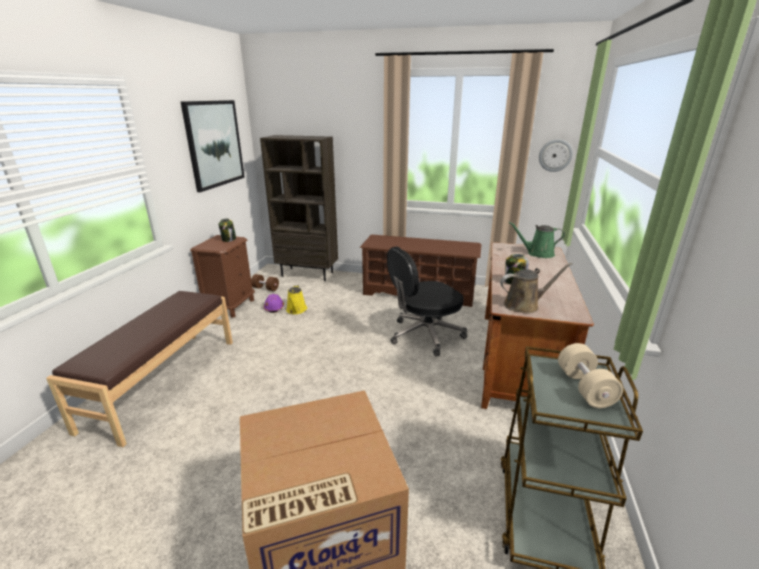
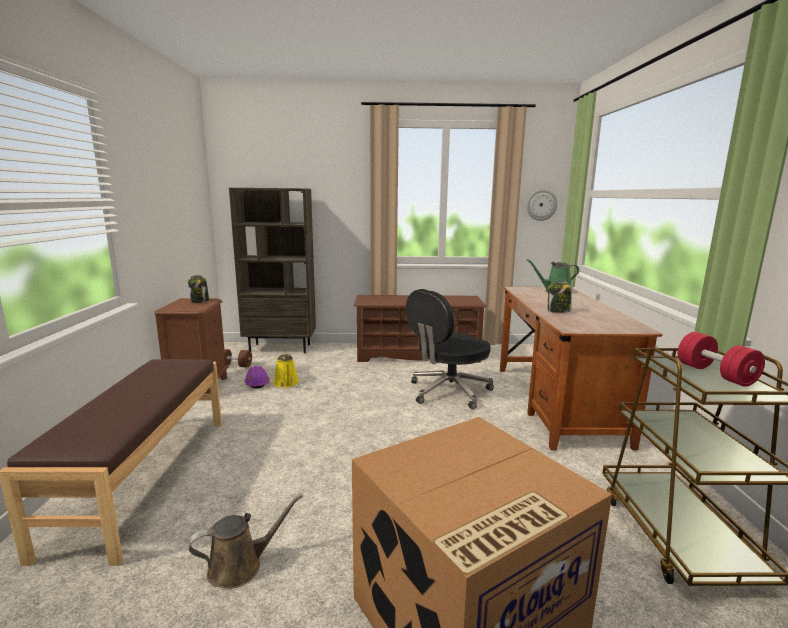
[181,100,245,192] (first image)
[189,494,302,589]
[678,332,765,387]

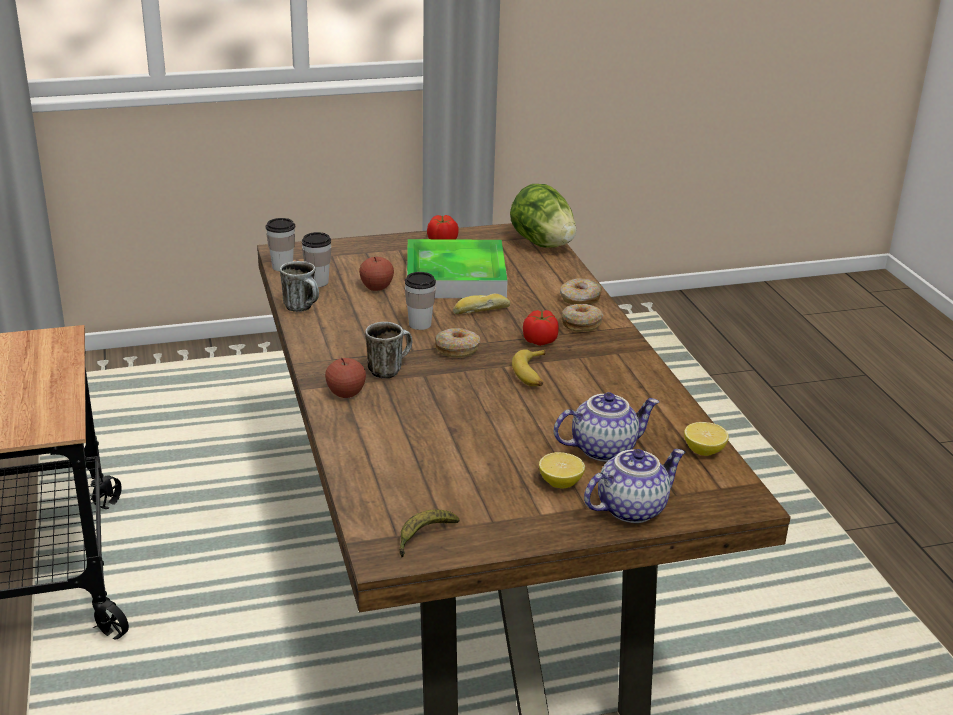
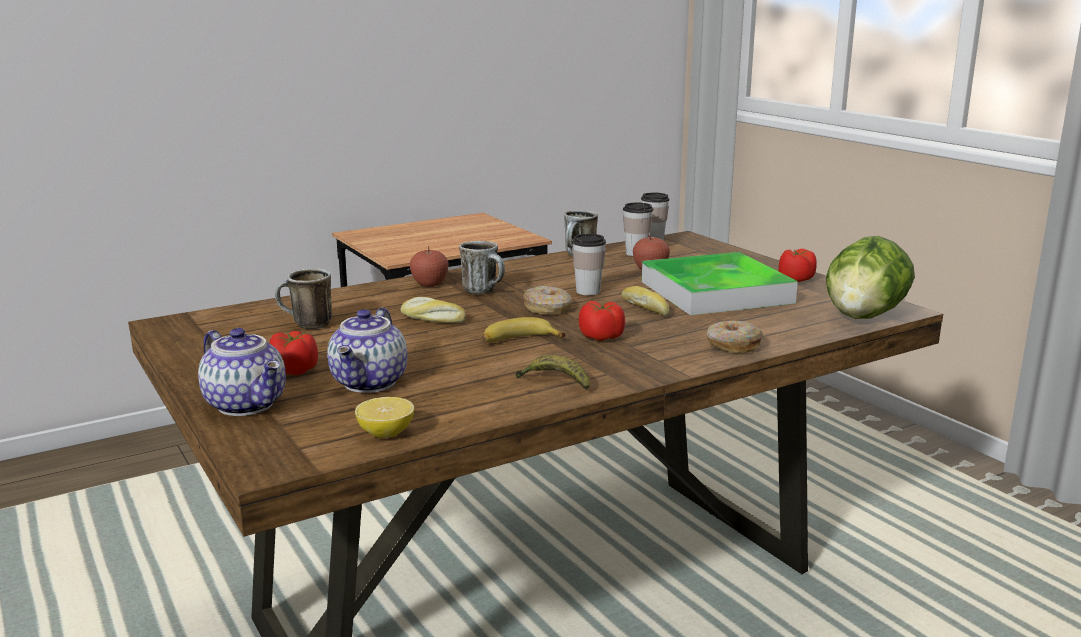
[562,304,604,332] (first image)
[275,268,332,329]
[401,297,465,323]
[515,355,590,390]
[269,331,318,375]
[327,307,407,393]

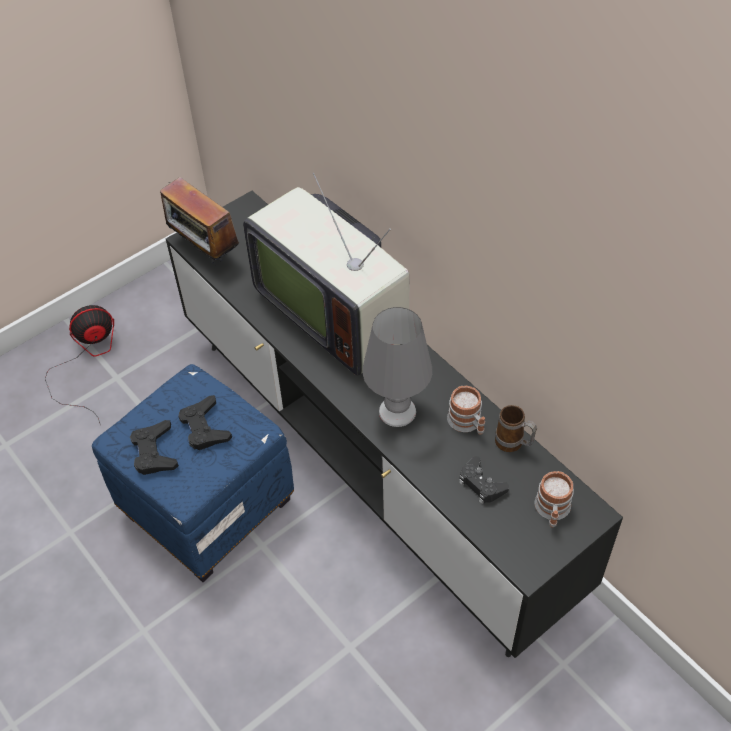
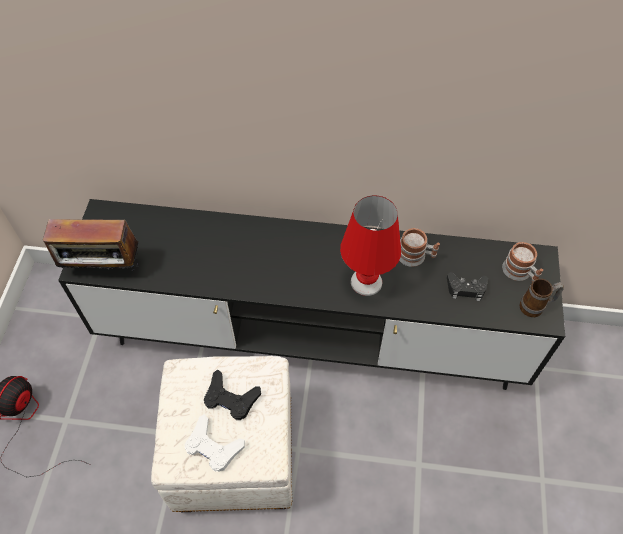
[243,173,409,375] (first image)
[519,279,564,317]
[151,356,292,512]
[185,414,245,472]
[340,195,401,296]

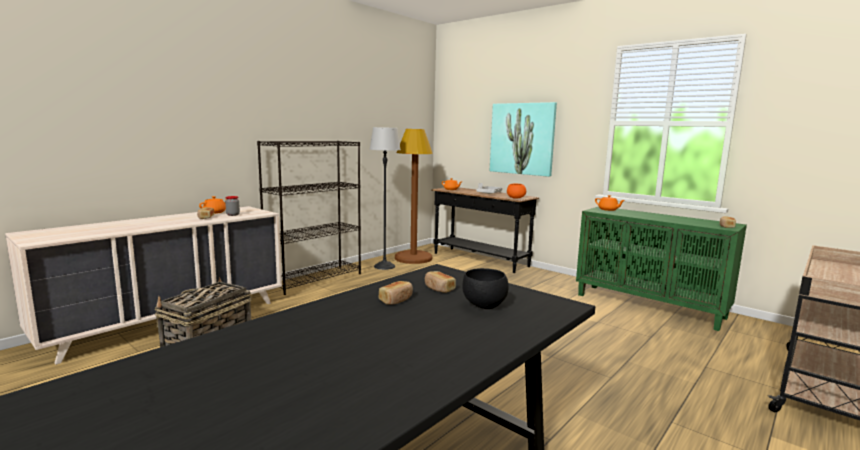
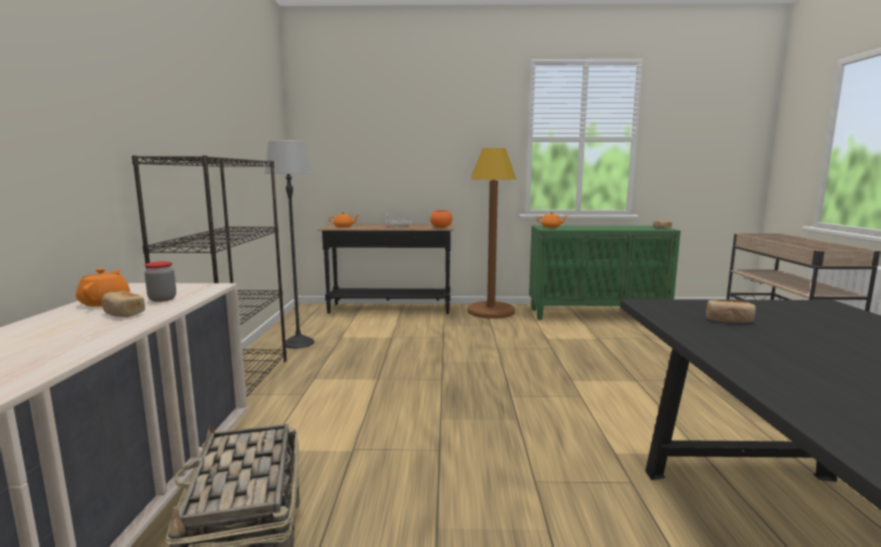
[379,281,413,305] (first image)
[462,268,509,309] (first image)
[490,102,557,177] (first image)
[468,148,516,319]

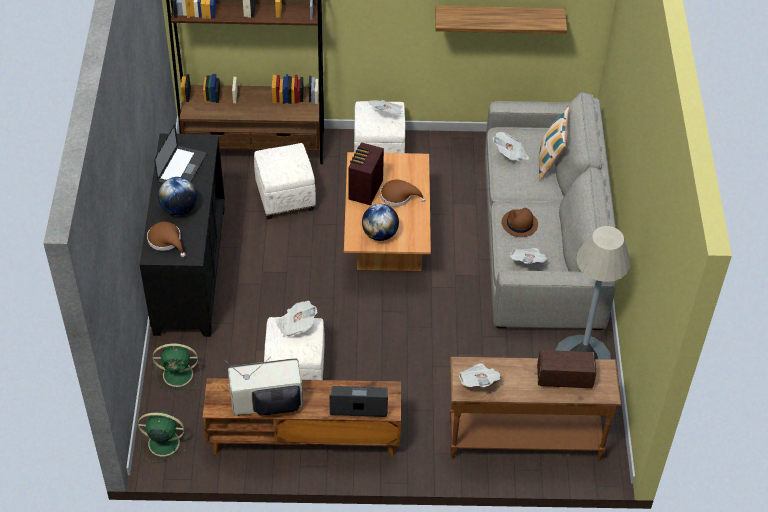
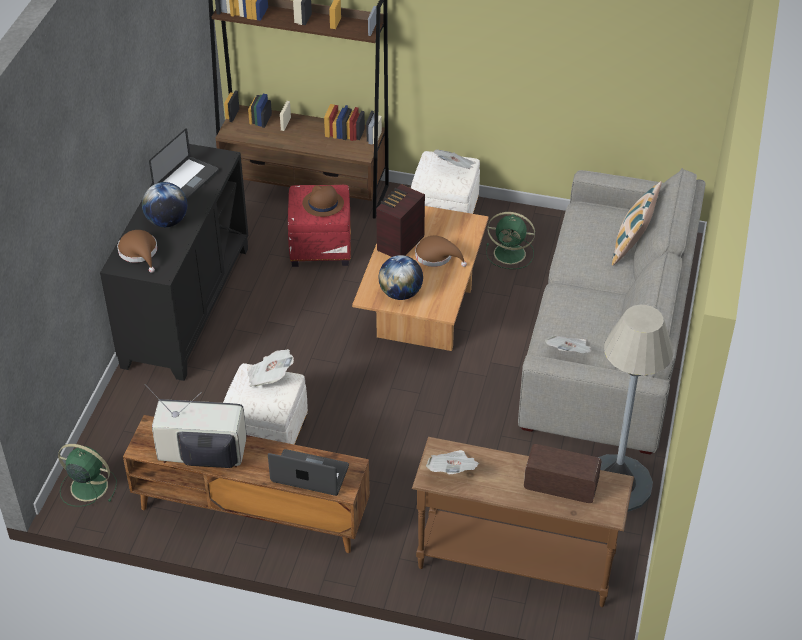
[435,6,567,34] (first image)
[492,132,529,161] (first image)
[486,212,535,269]
[302,185,344,217]
[288,185,351,267]

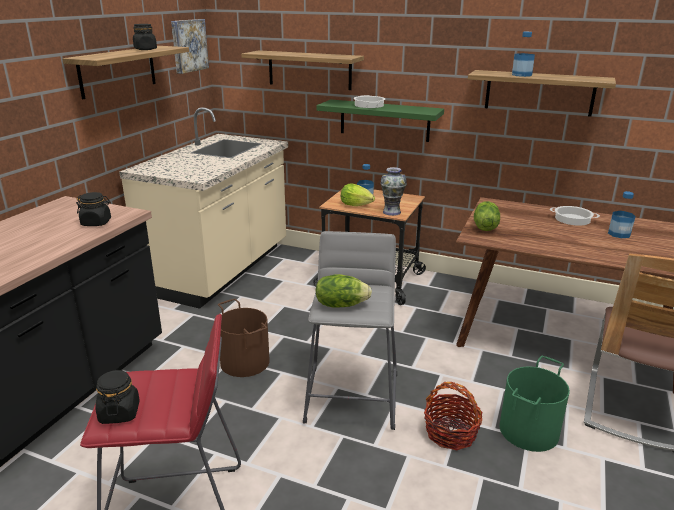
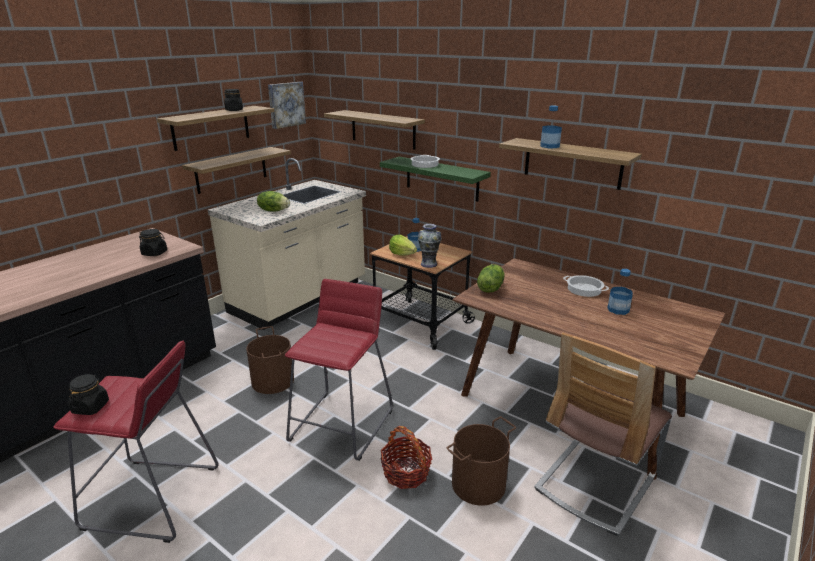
[182,147,291,194]
[257,191,290,211]
[285,279,393,461]
[447,417,516,506]

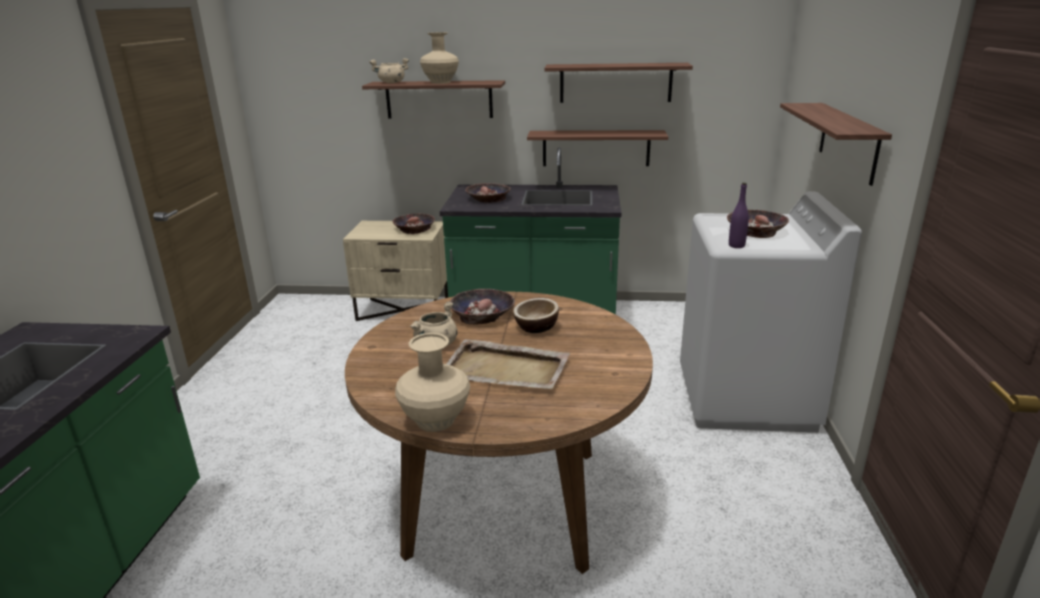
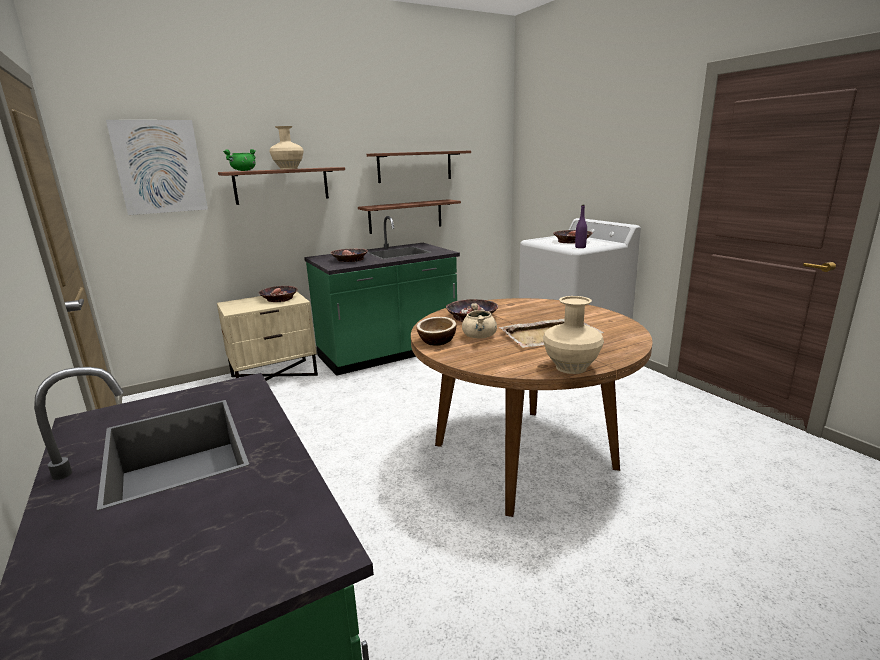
[780,103,892,186] (first image)
[106,120,208,215]
[416,317,456,346]
[223,149,256,171]

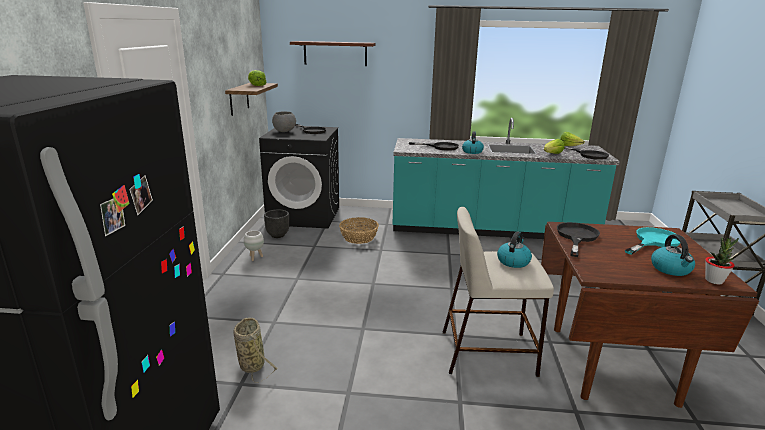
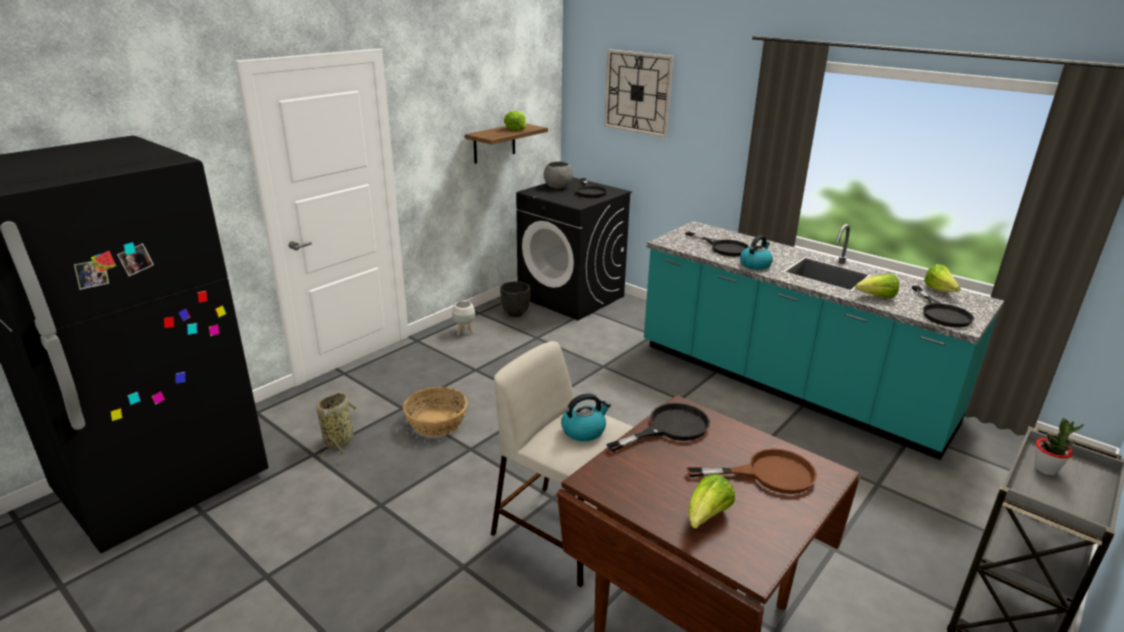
[403,387,468,437]
[1034,418,1084,475]
[604,49,674,138]
[688,474,735,529]
[687,449,817,494]

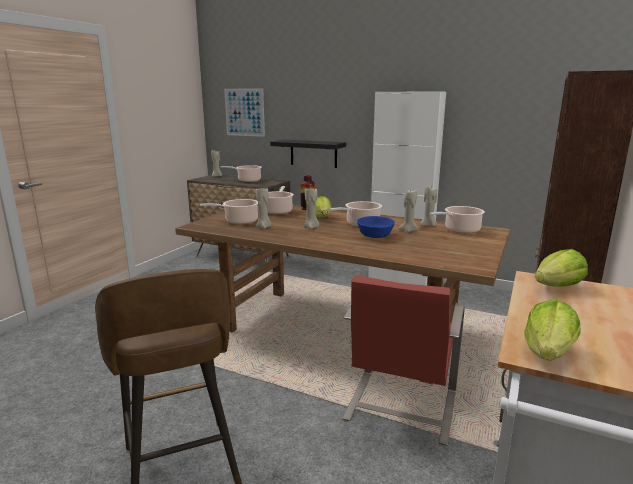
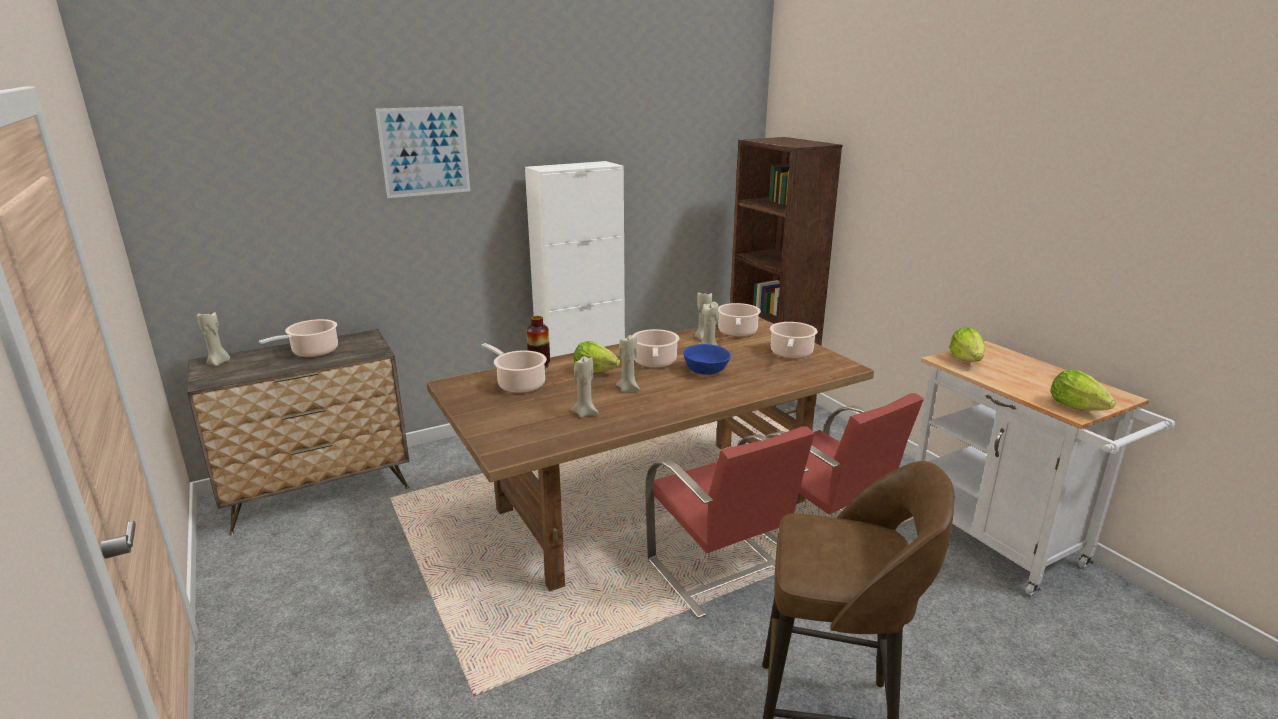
[270,140,346,168] (first image)
[645,426,814,618]
[770,322,818,359]
[376,106,470,198]

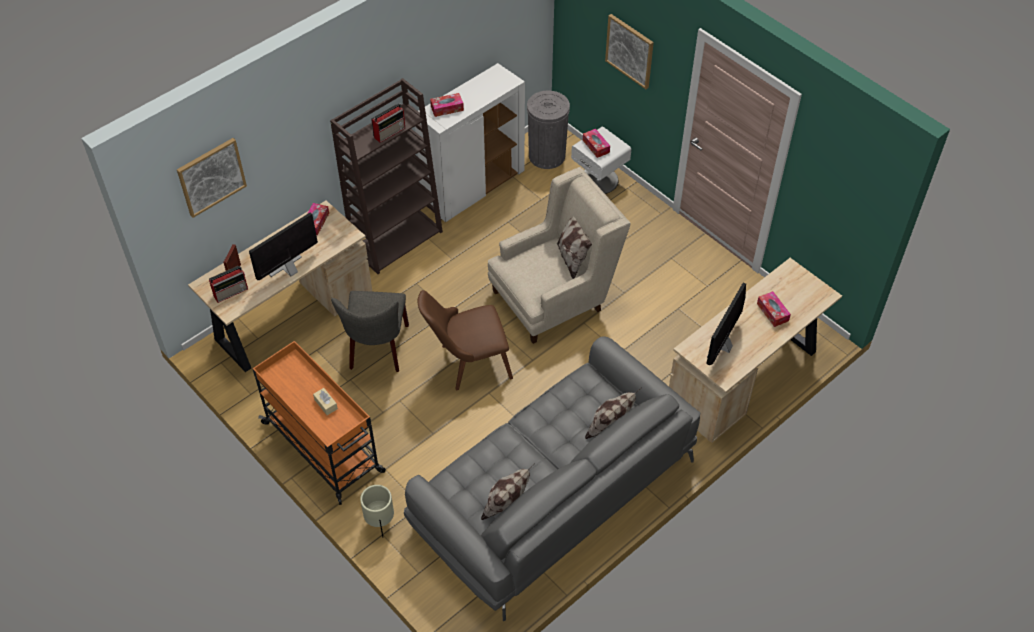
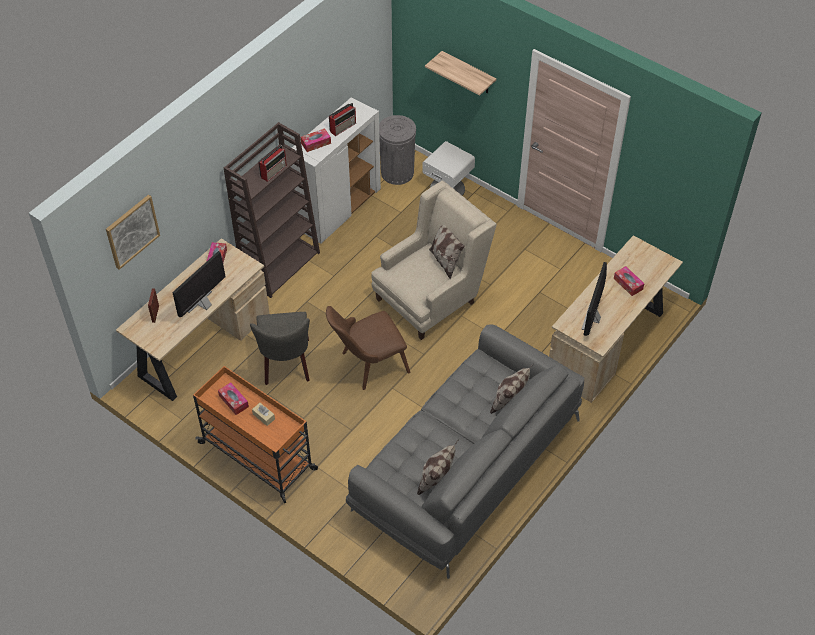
[360,485,394,537] (first image)
[329,103,356,136]
[218,382,249,415]
[425,51,497,96]

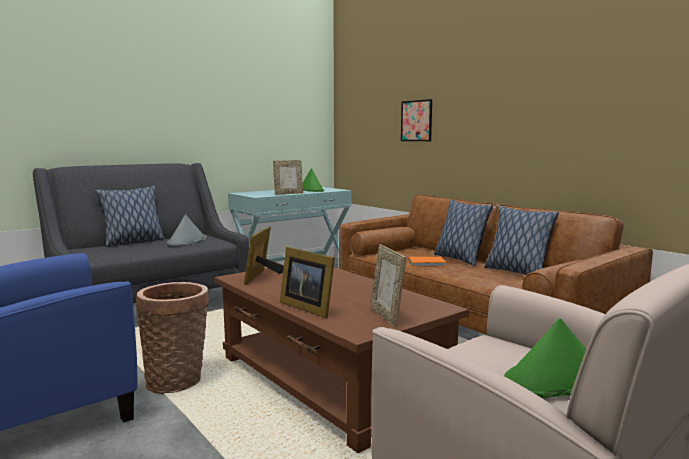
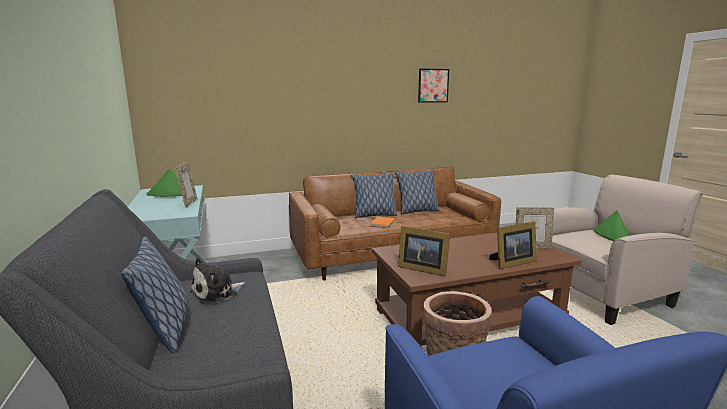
[418,68,449,103]
[190,257,246,304]

